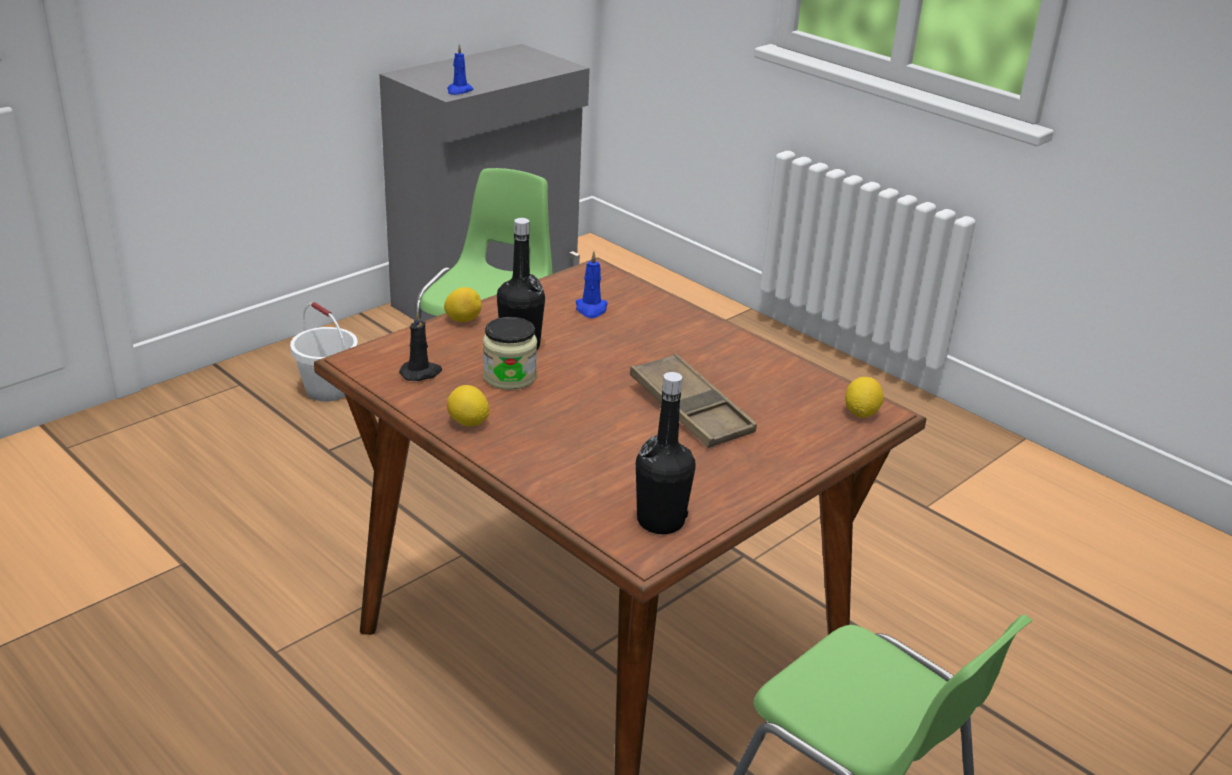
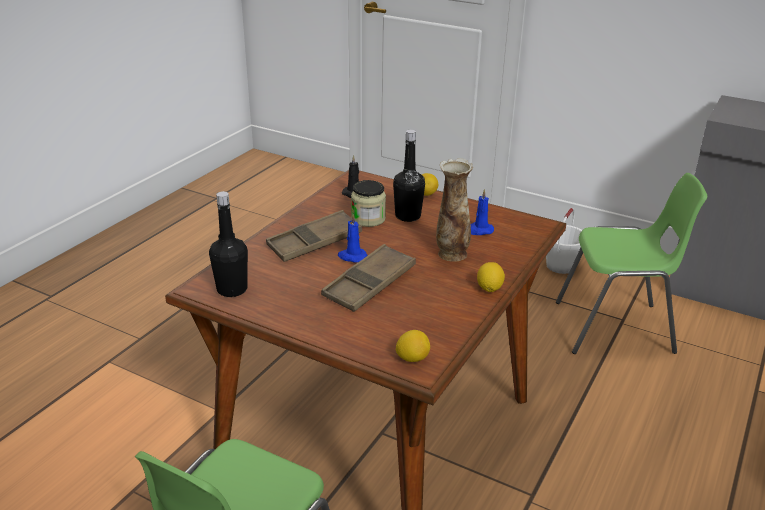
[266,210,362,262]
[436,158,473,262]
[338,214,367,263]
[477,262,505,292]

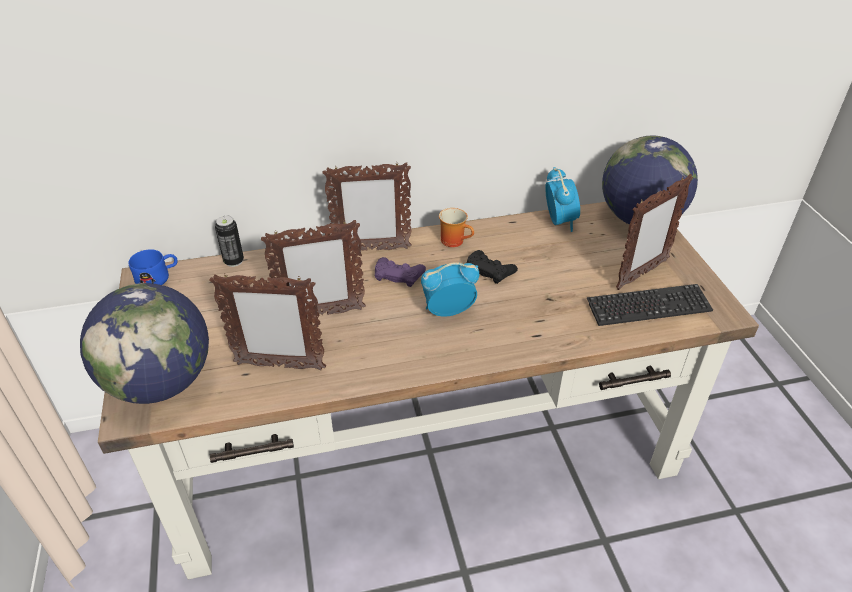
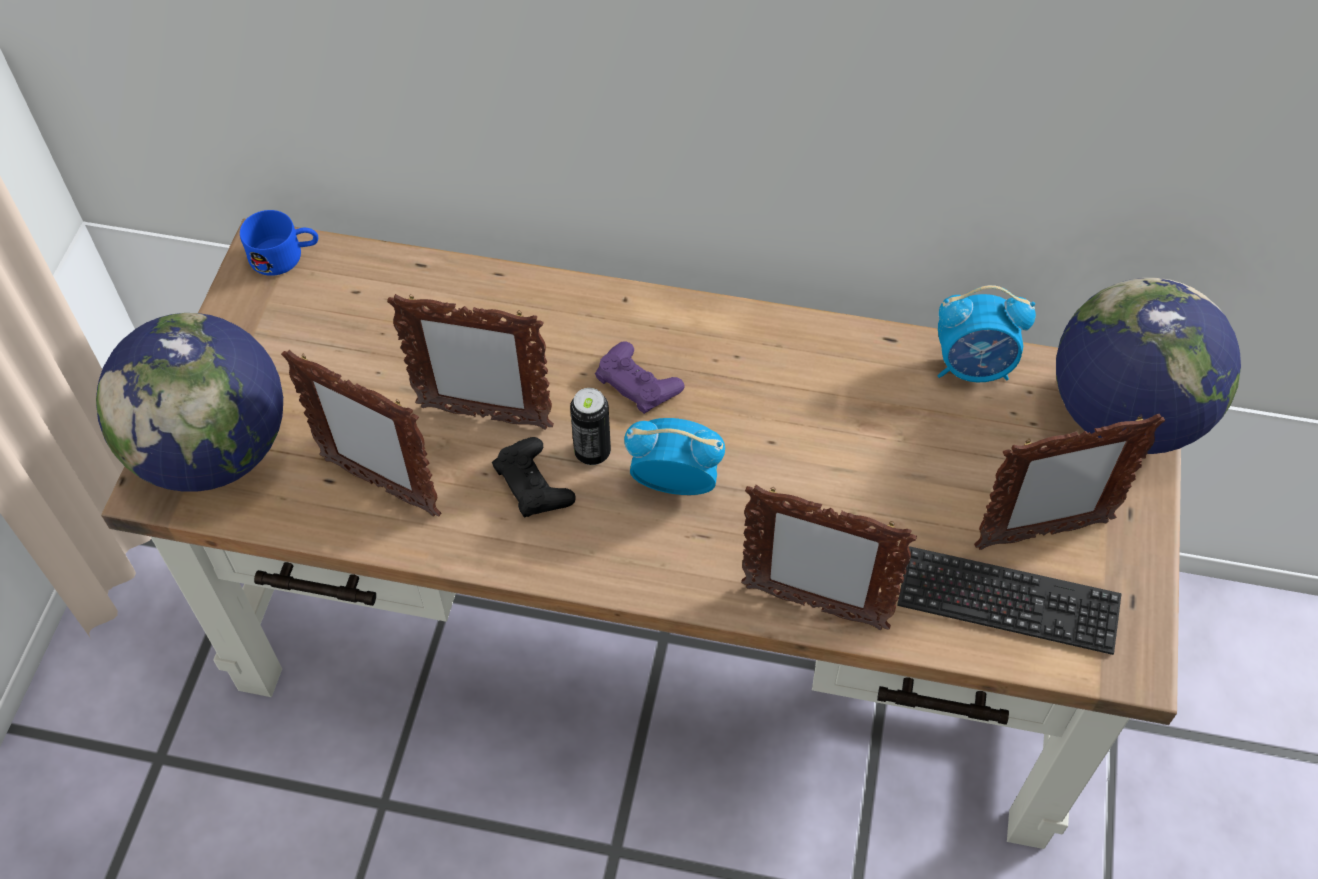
[439,208,474,247] (first image)
[570,388,611,465]
[741,485,917,630]
[492,437,575,518]
[938,285,1036,382]

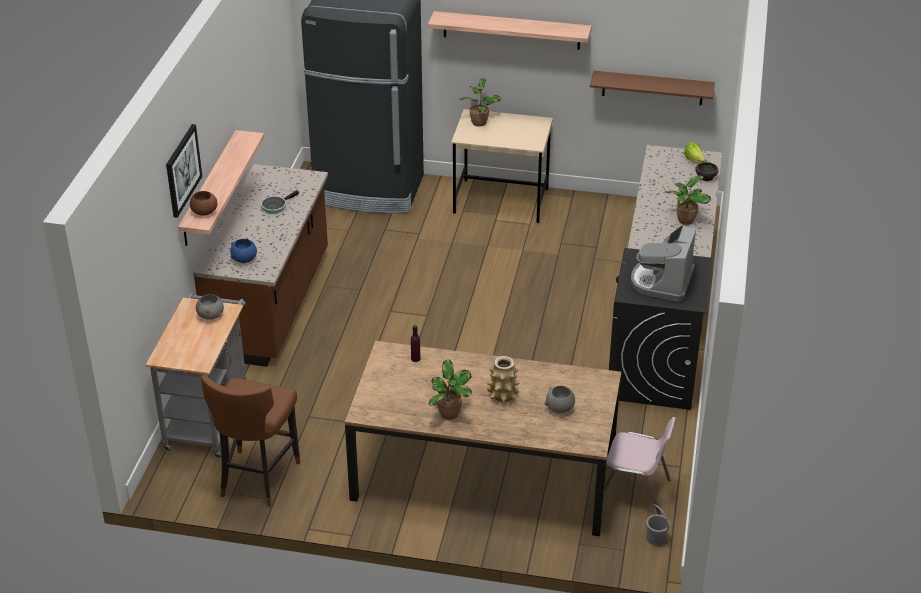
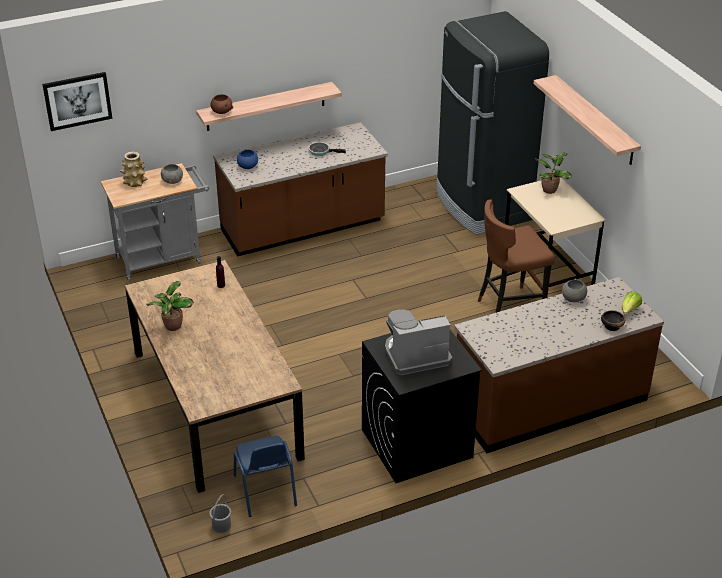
[590,71,715,106] (first image)
[665,175,711,225] (first image)
[42,72,112,131]
[478,199,555,313]
[120,152,148,187]
[562,279,587,302]
[234,436,297,517]

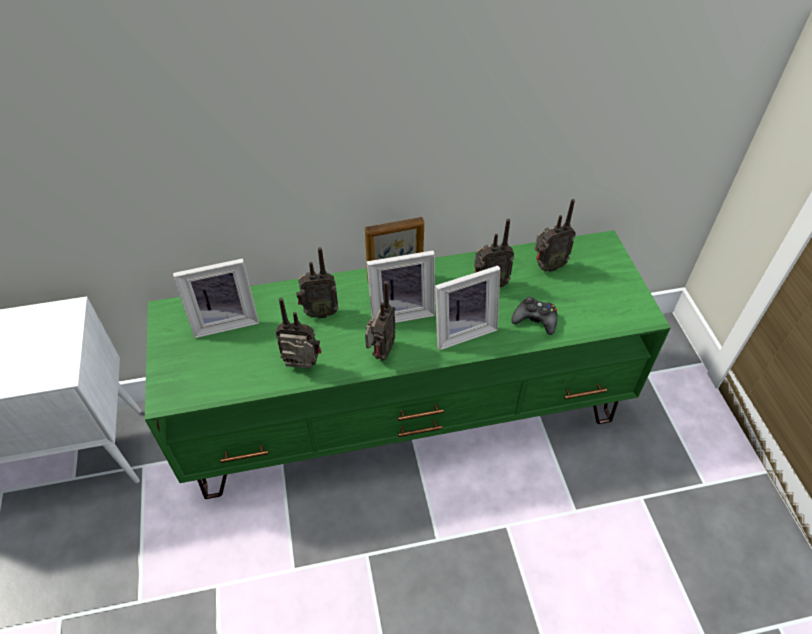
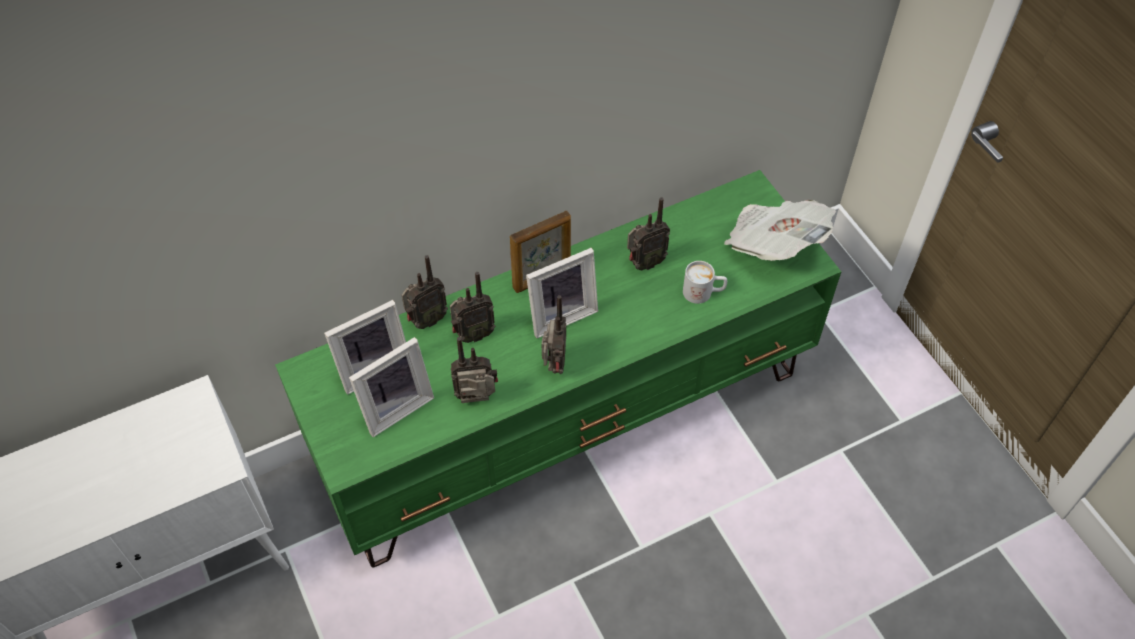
[724,200,836,261]
[349,337,434,437]
[402,255,448,329]
[683,261,727,304]

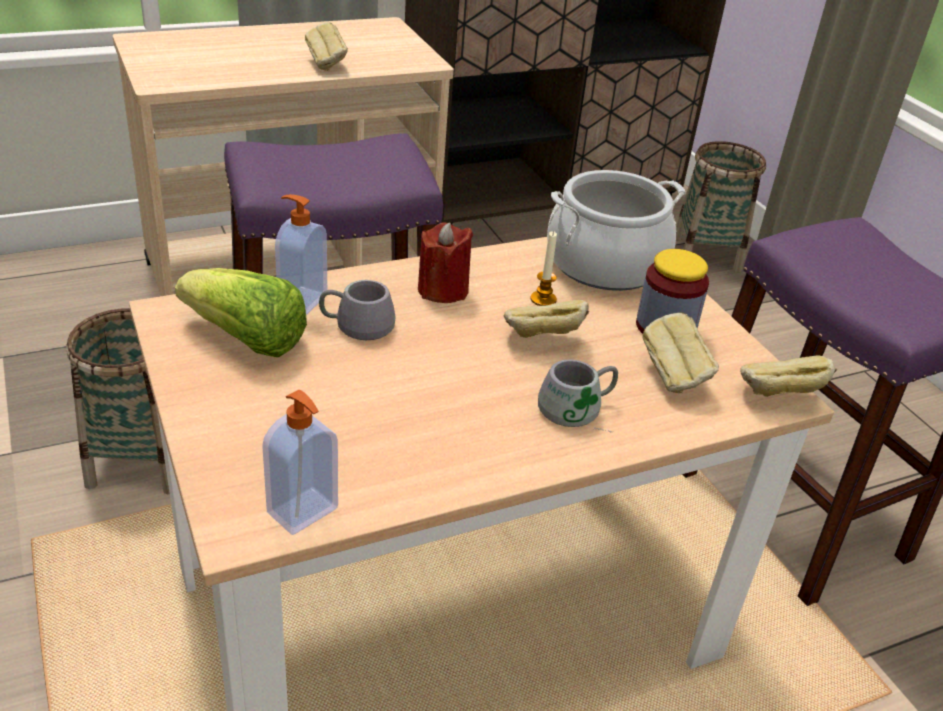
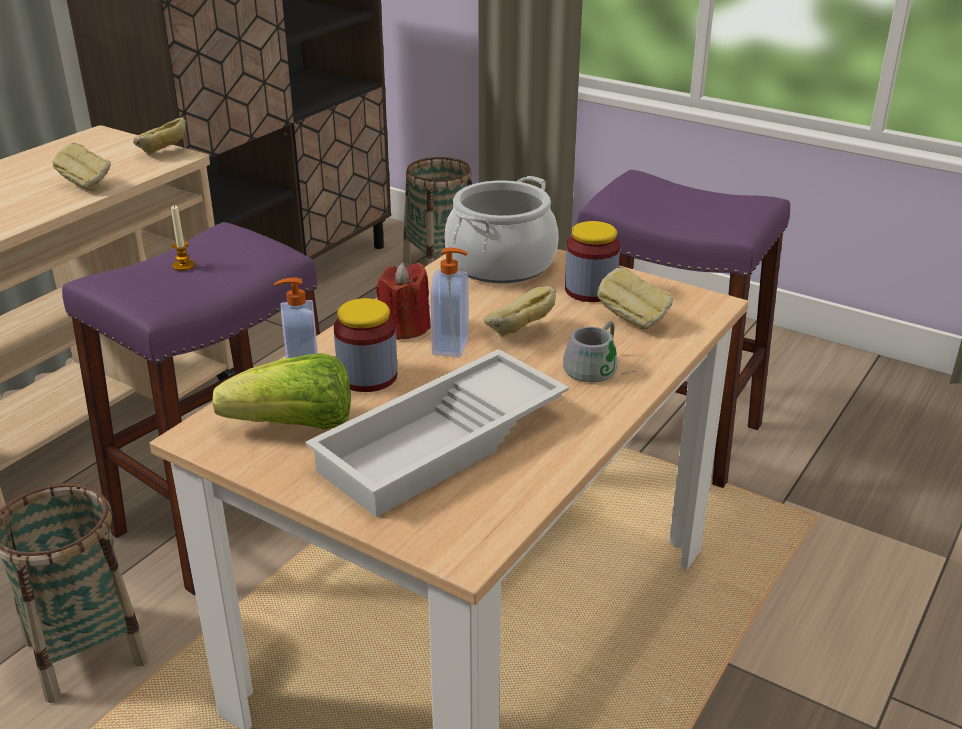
[305,349,569,517]
[430,247,469,357]
[171,205,195,271]
[133,117,187,155]
[334,298,398,392]

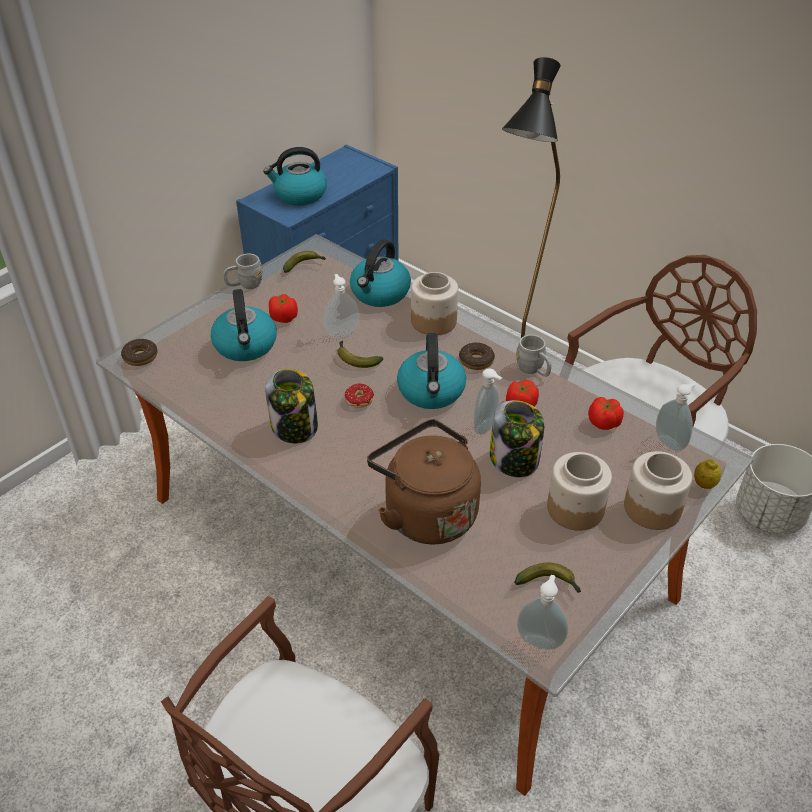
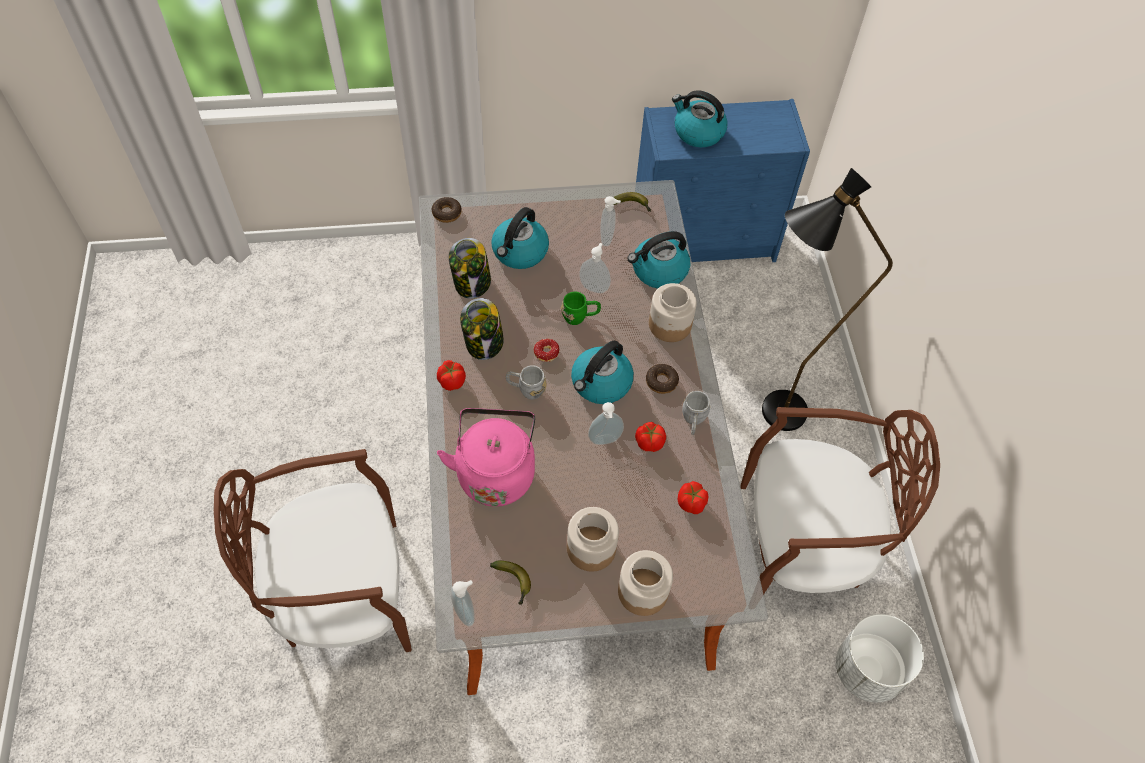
[694,459,721,489] (first image)
[506,365,546,400]
[437,360,466,391]
[449,238,491,299]
[600,196,621,246]
[561,292,601,325]
[437,408,535,507]

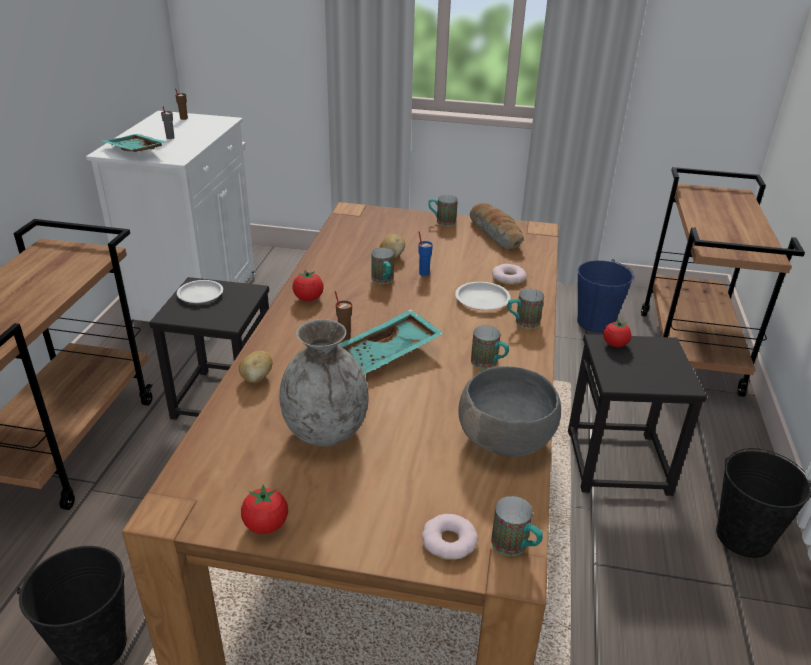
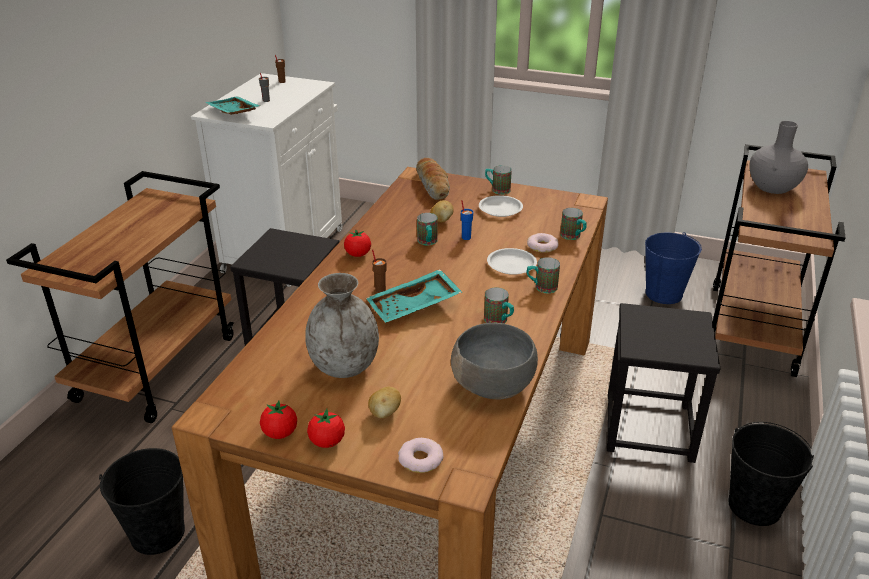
[749,121,808,194]
[479,195,523,217]
[368,387,401,418]
[416,158,450,200]
[560,208,587,240]
[307,409,345,448]

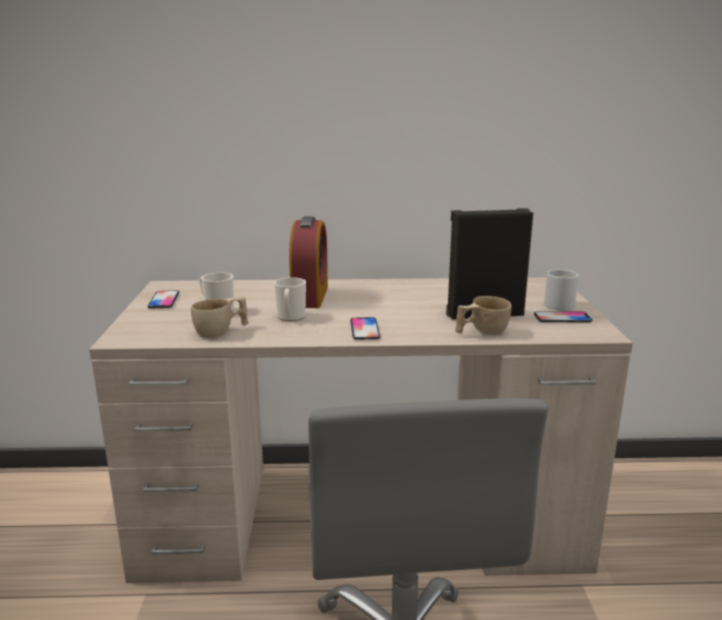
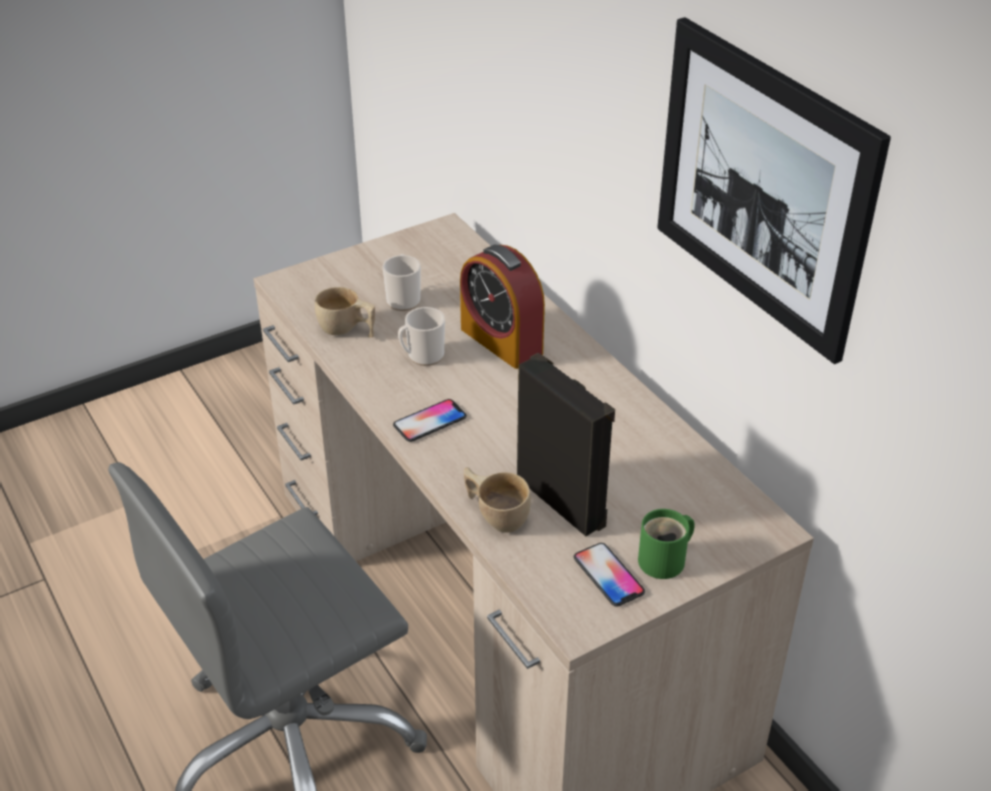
[147,290,180,309] (first image)
[657,17,891,364]
[638,509,695,579]
[460,245,545,369]

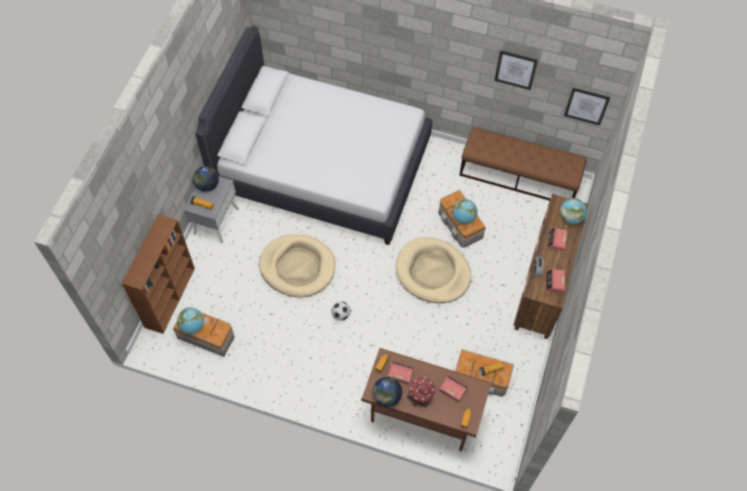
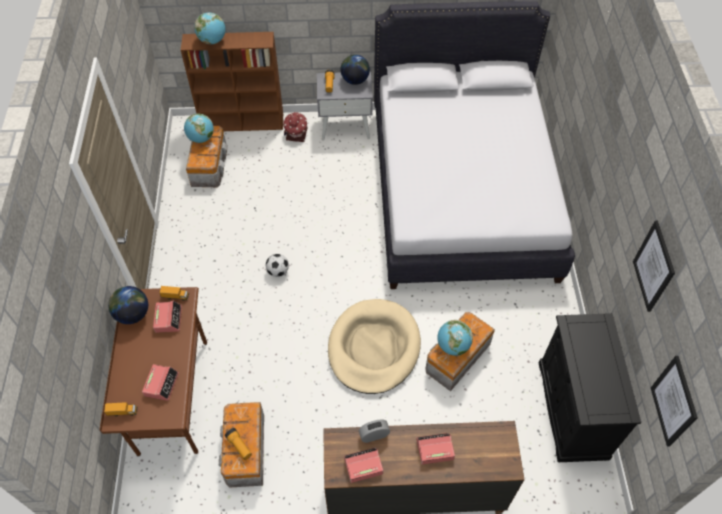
[259,234,335,297] (first image)
[283,112,308,142]
[194,13,225,44]
[538,313,641,462]

